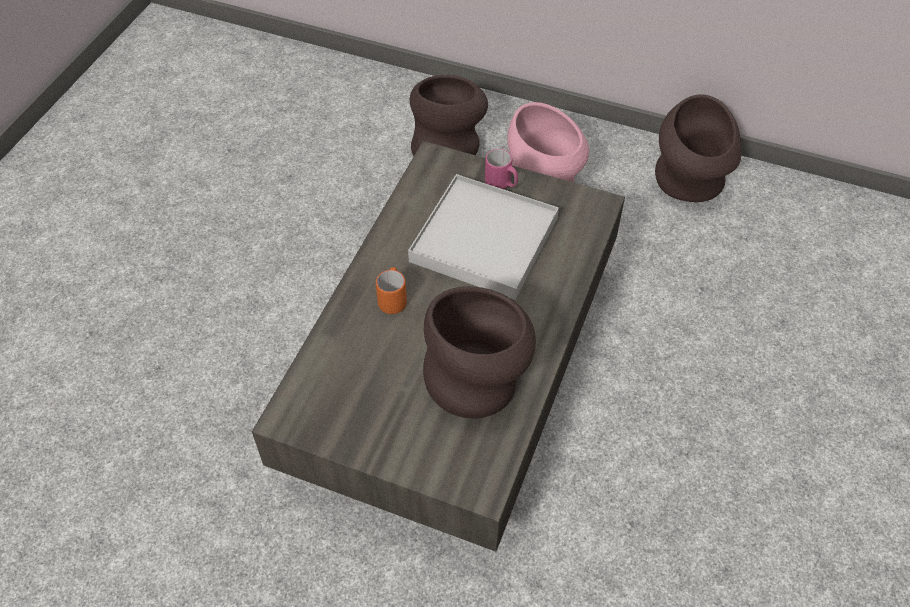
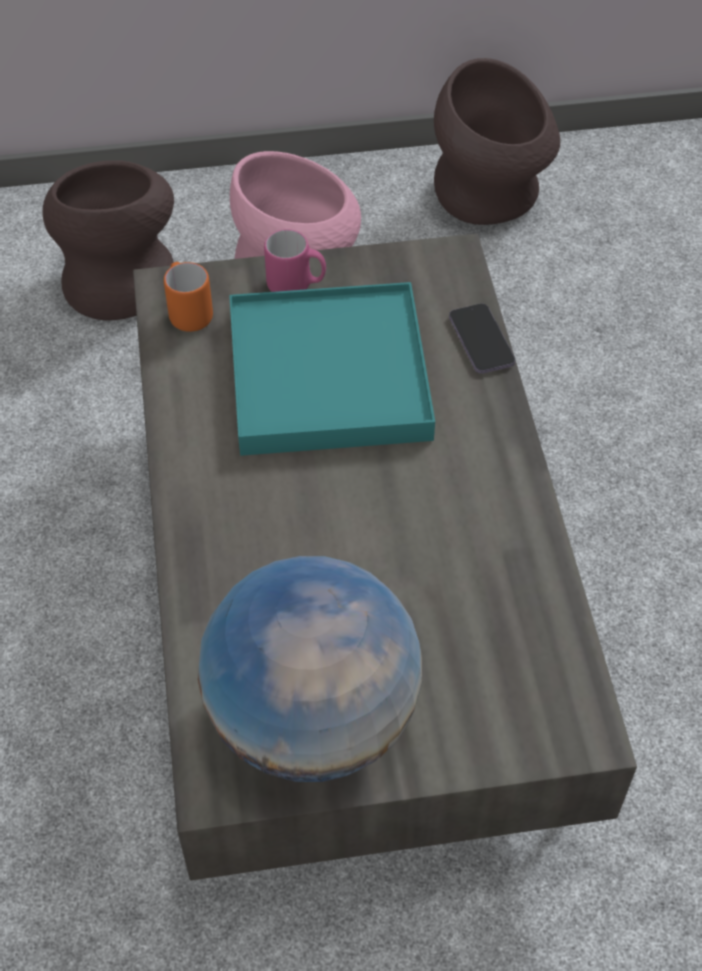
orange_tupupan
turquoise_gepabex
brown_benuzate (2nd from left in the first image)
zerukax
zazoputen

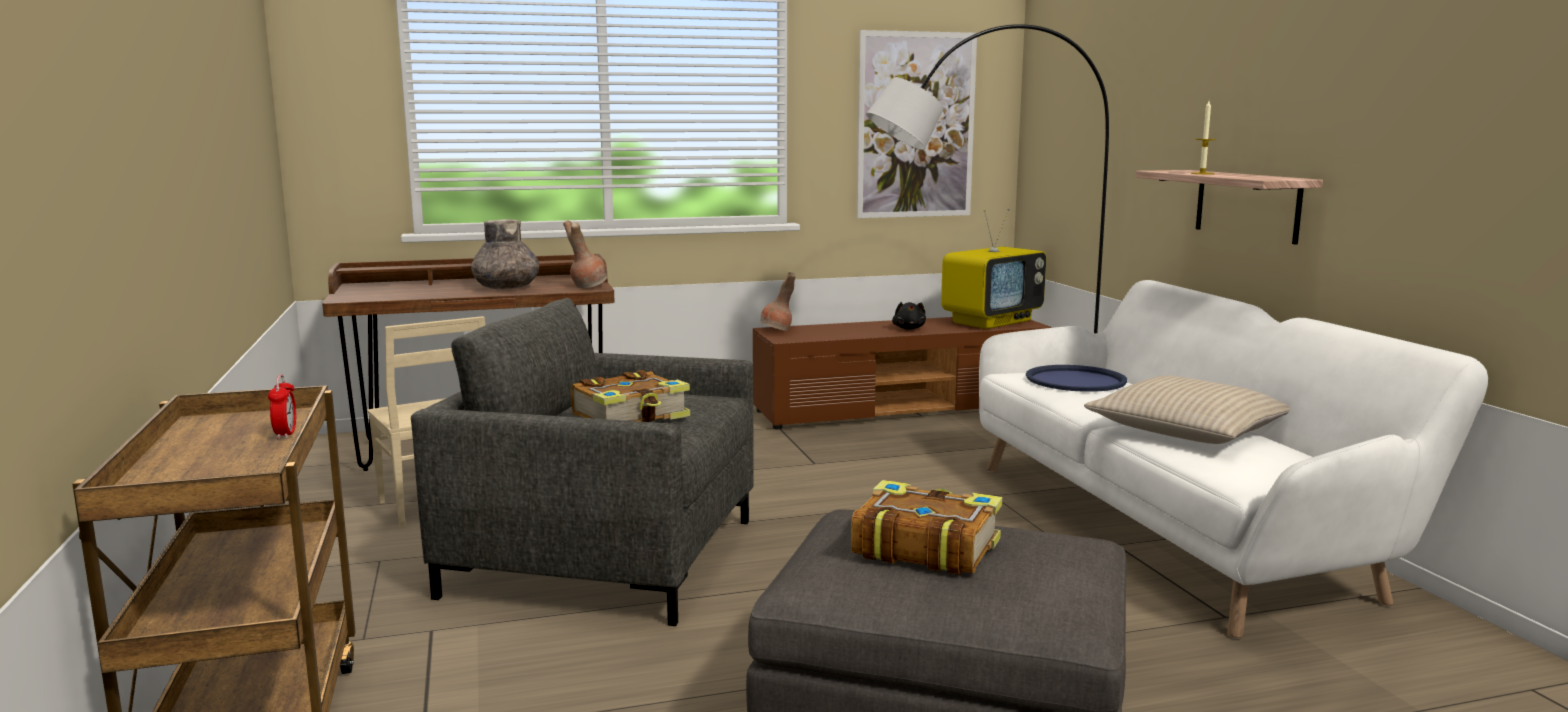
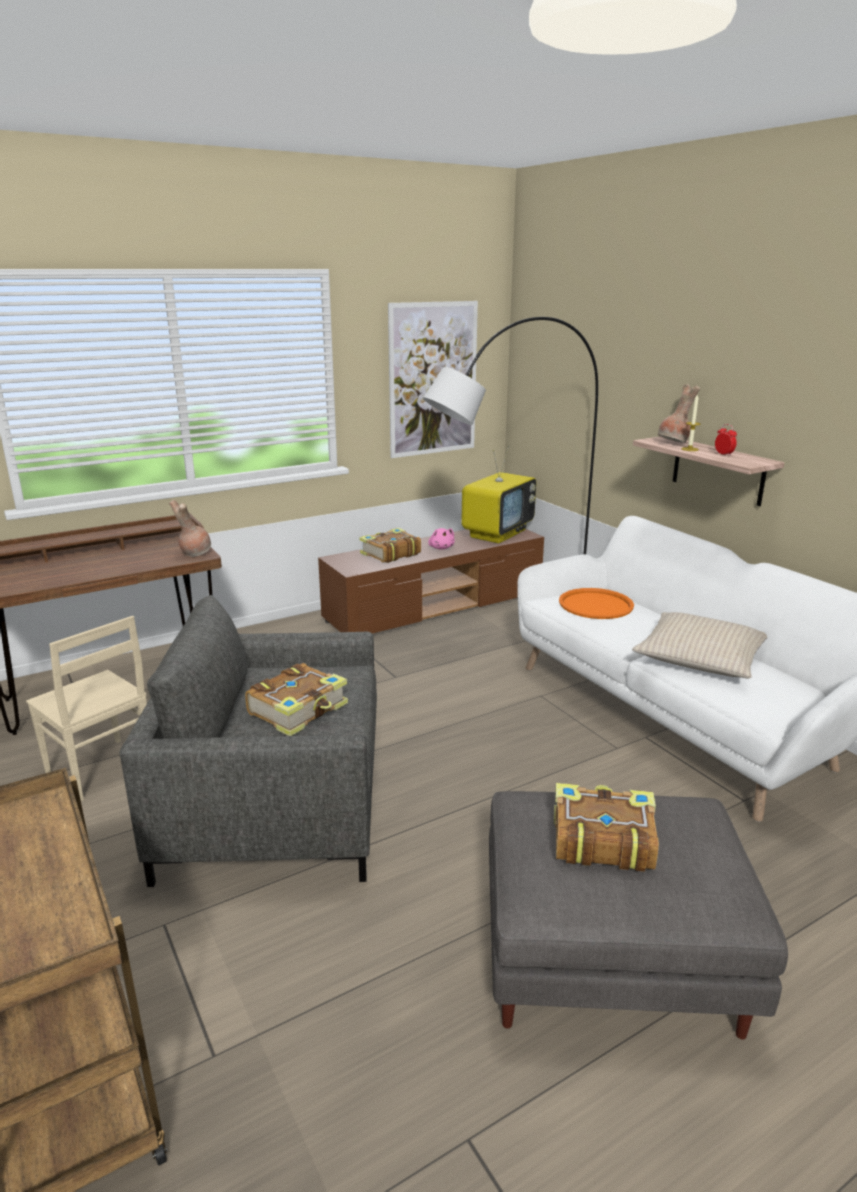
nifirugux
grey_benuzate
brown_benuzate (2nd from left)
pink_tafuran
orange_gepabex
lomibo (2nd from left)

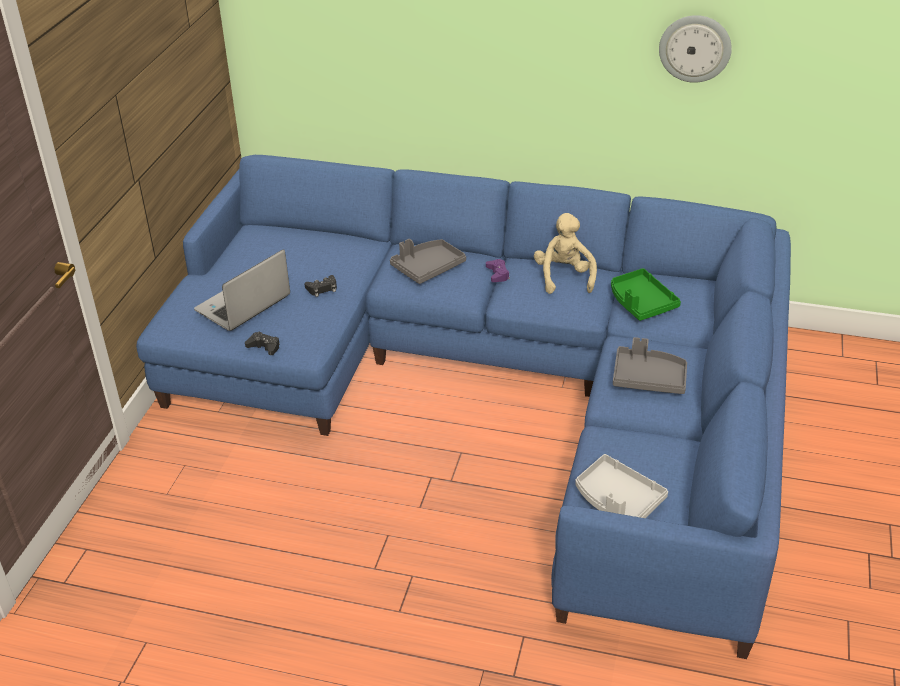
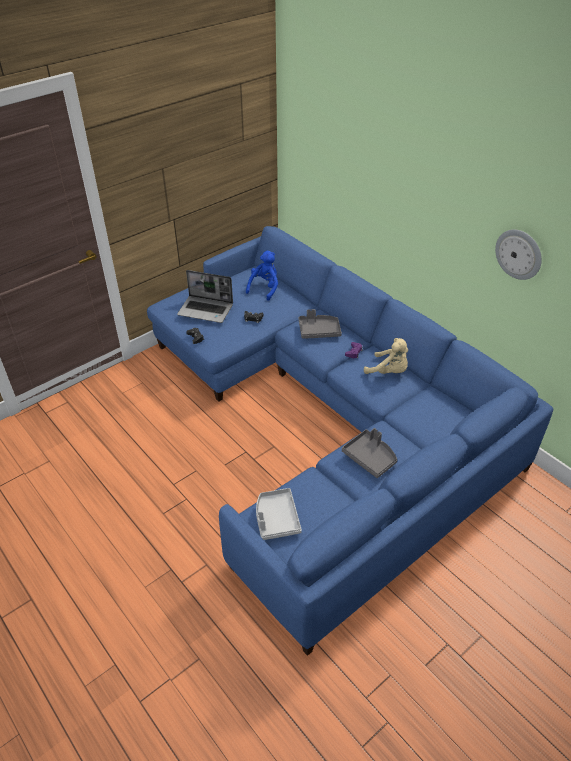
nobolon
beige_tafuran
green_gepabex
blue_tafuran

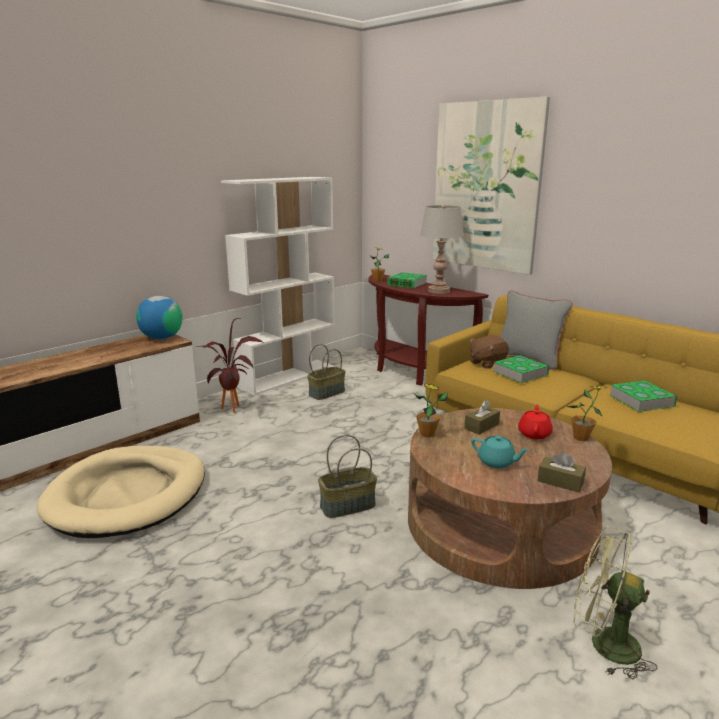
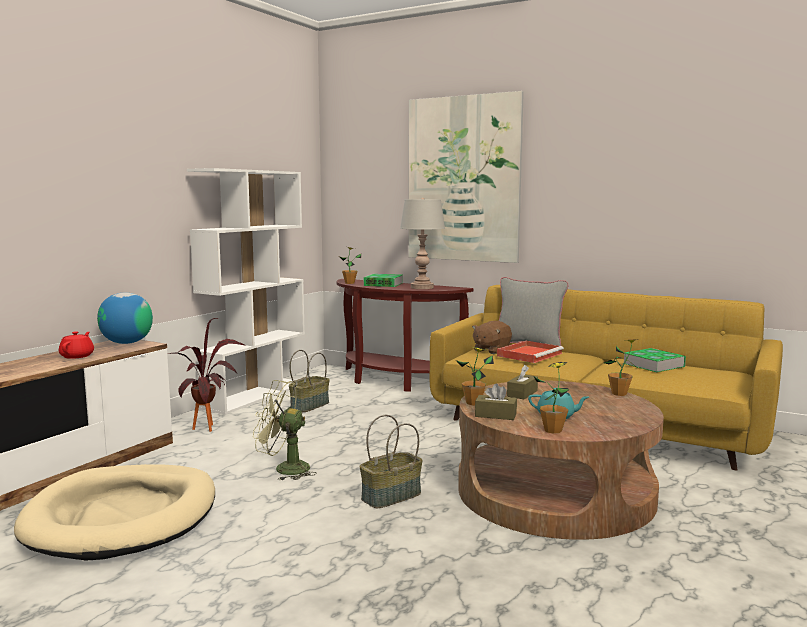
red_gepabex
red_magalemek
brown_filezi (1st from left)
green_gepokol
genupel (4th from left)

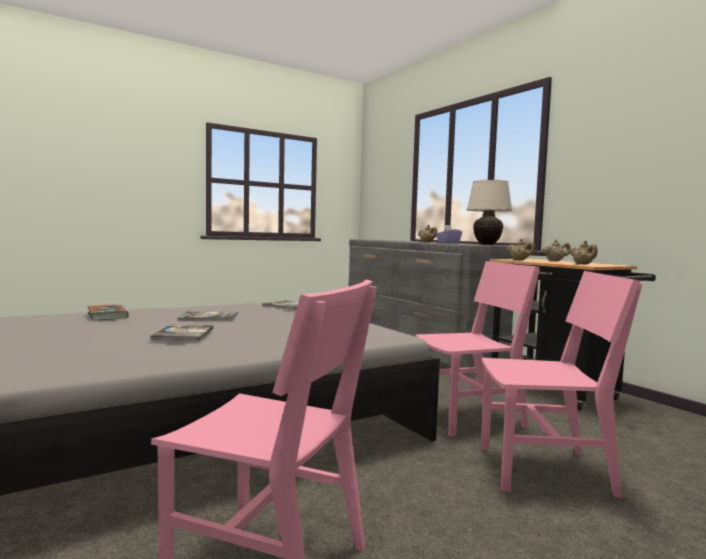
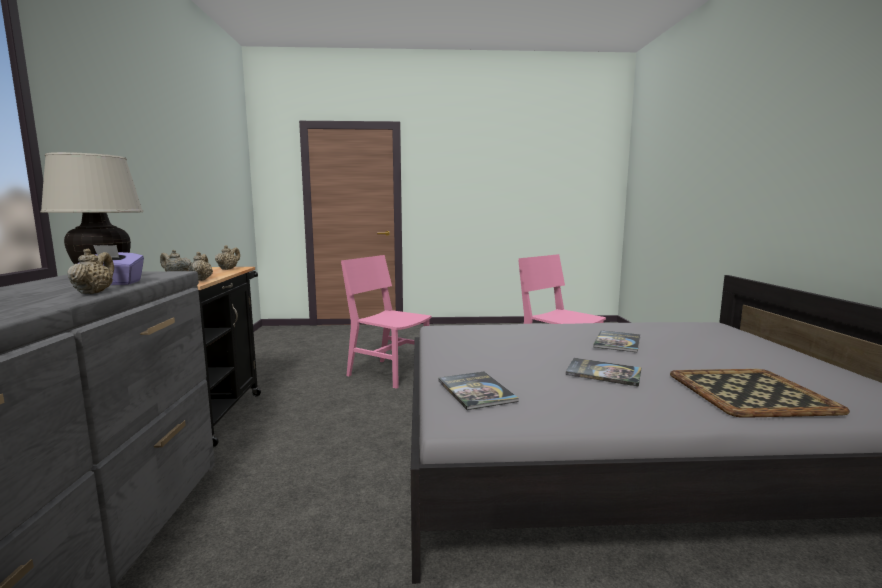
gepabex
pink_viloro (2nd from left in the first image)

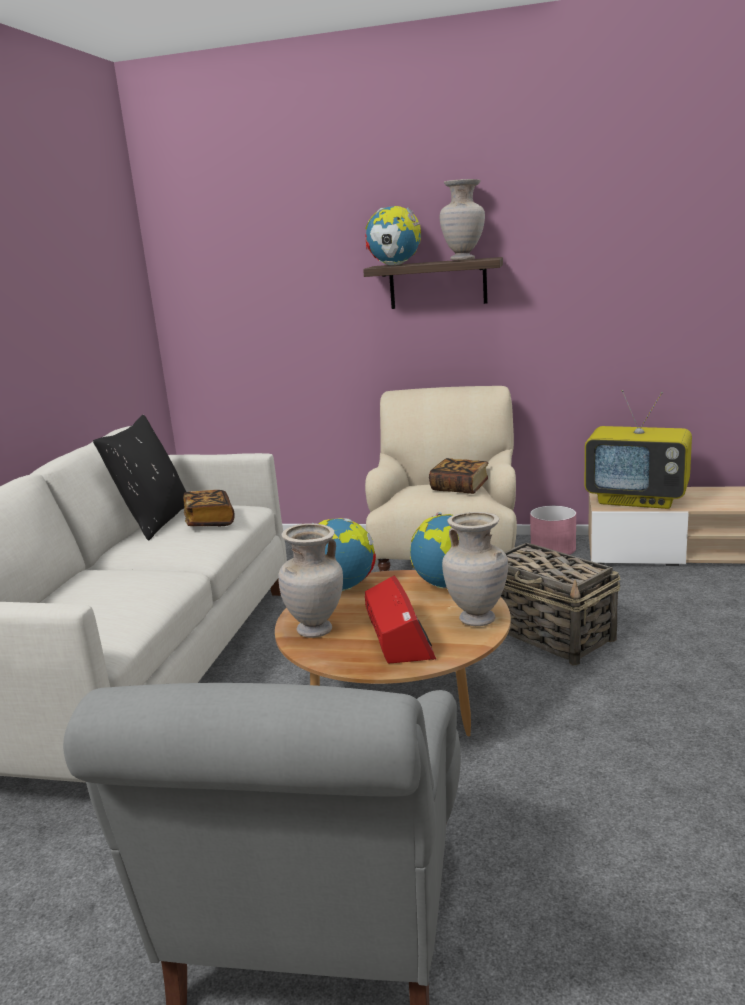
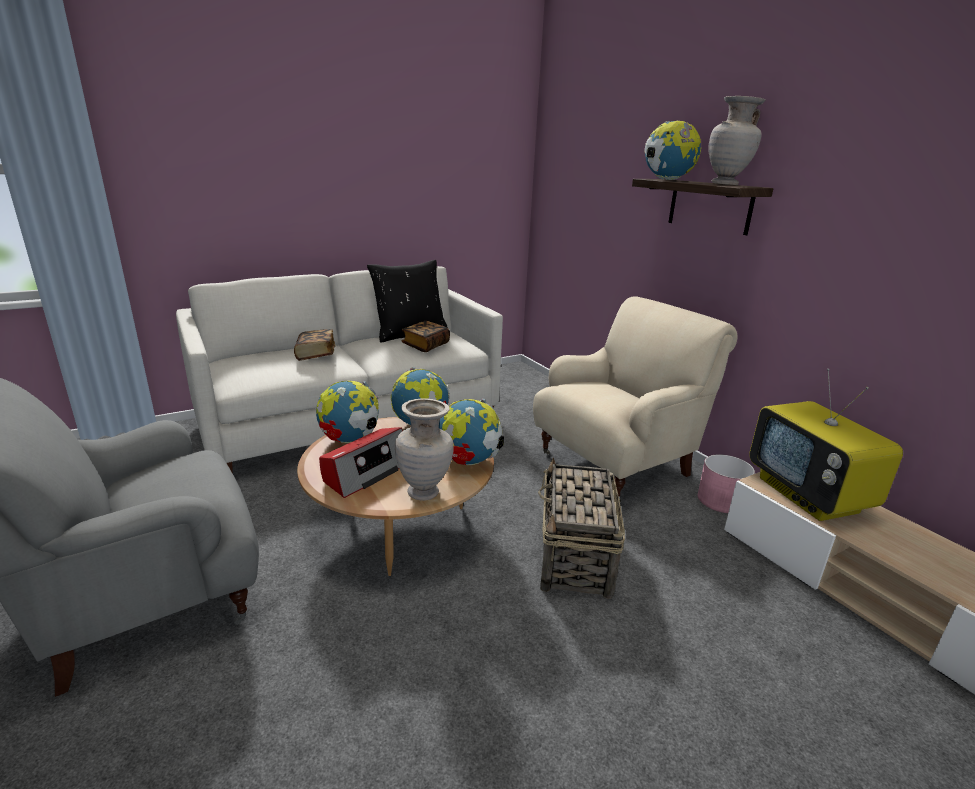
zerukax (1st from left)
lomibo (1st from left)

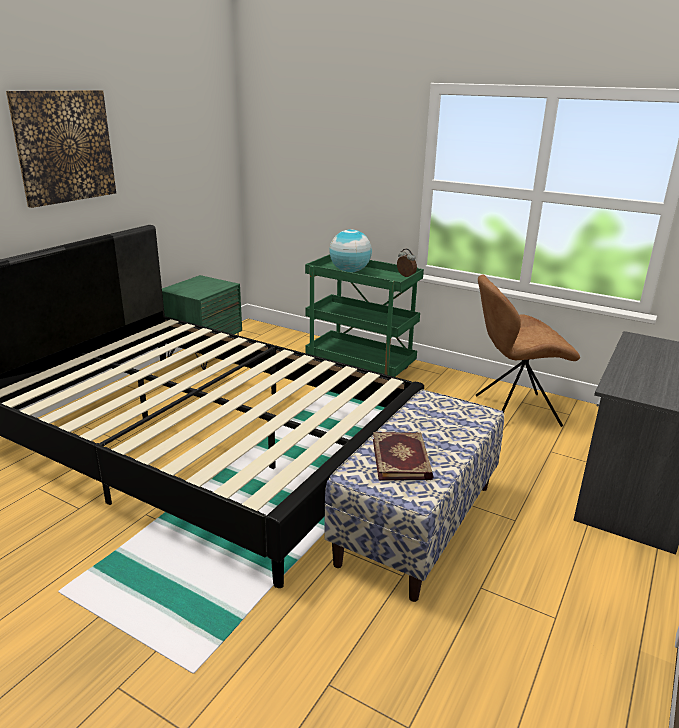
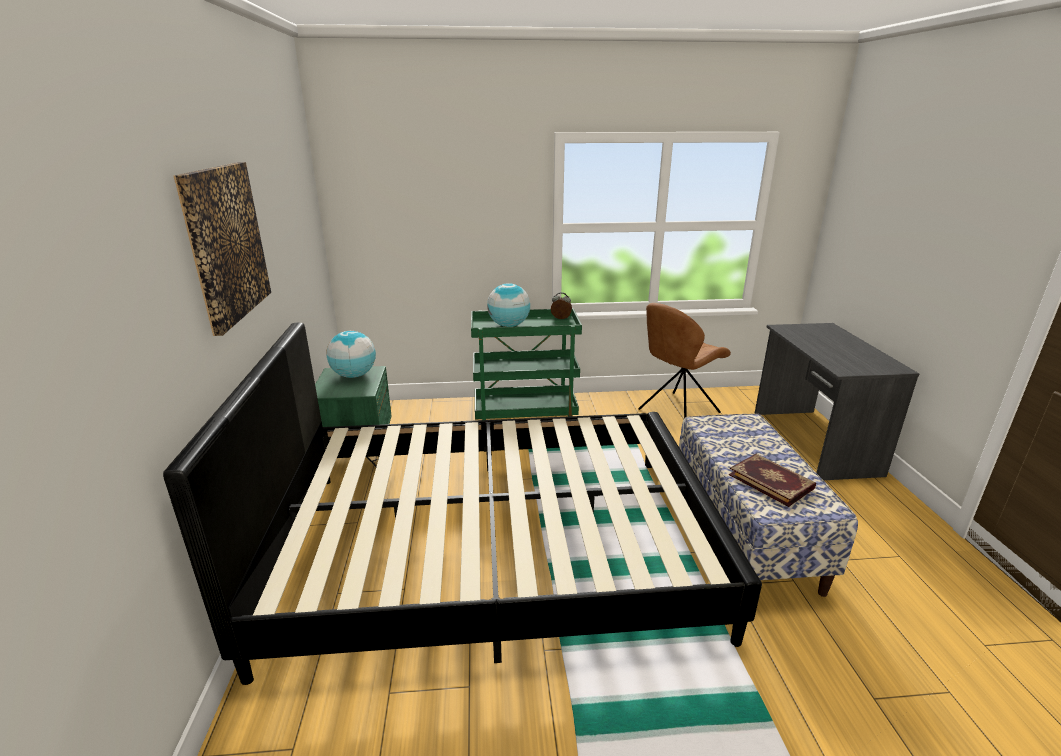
zerukax (1st from left)

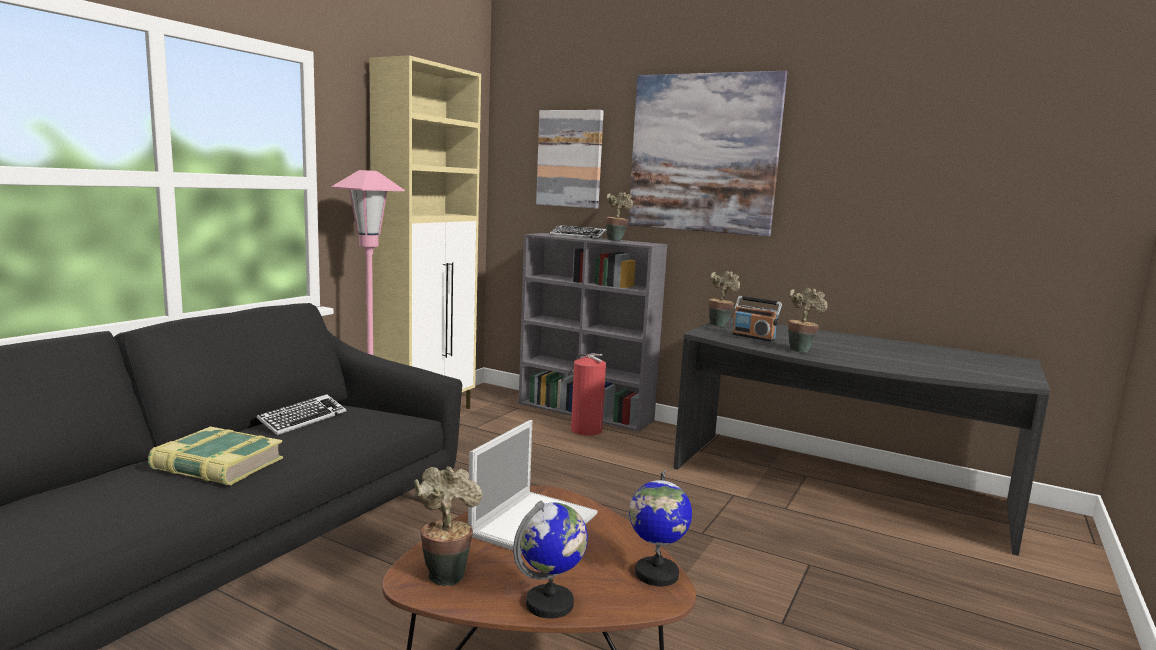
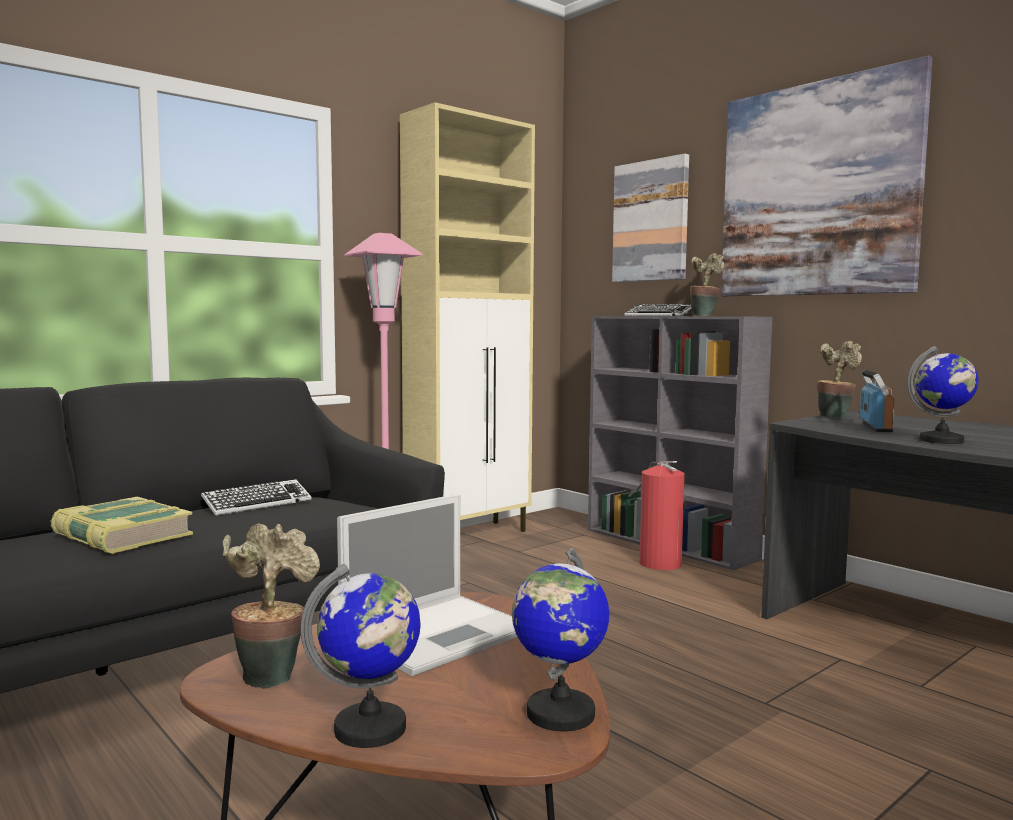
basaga
zerukax (3rd from left)

